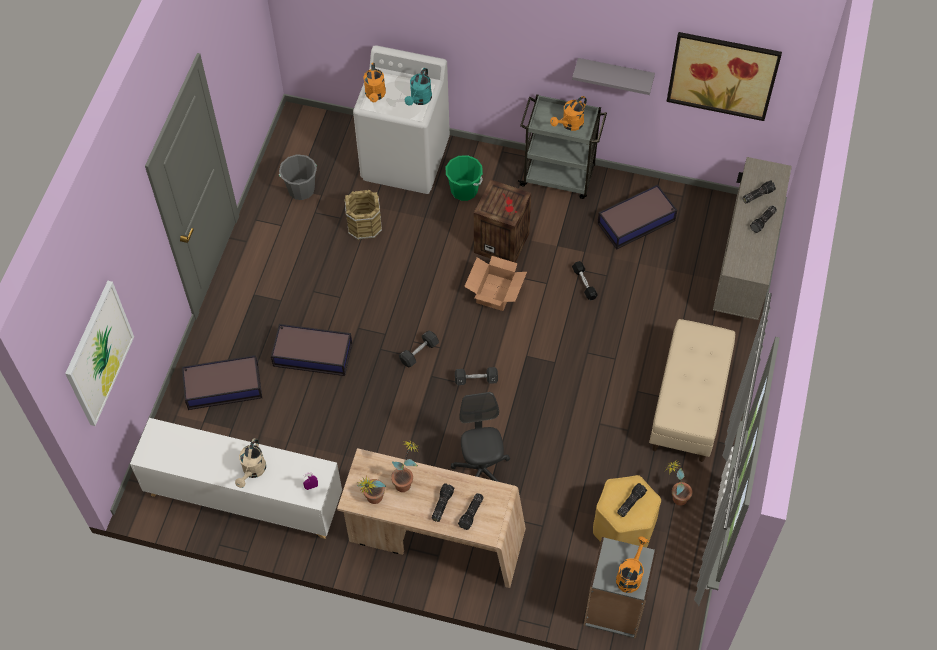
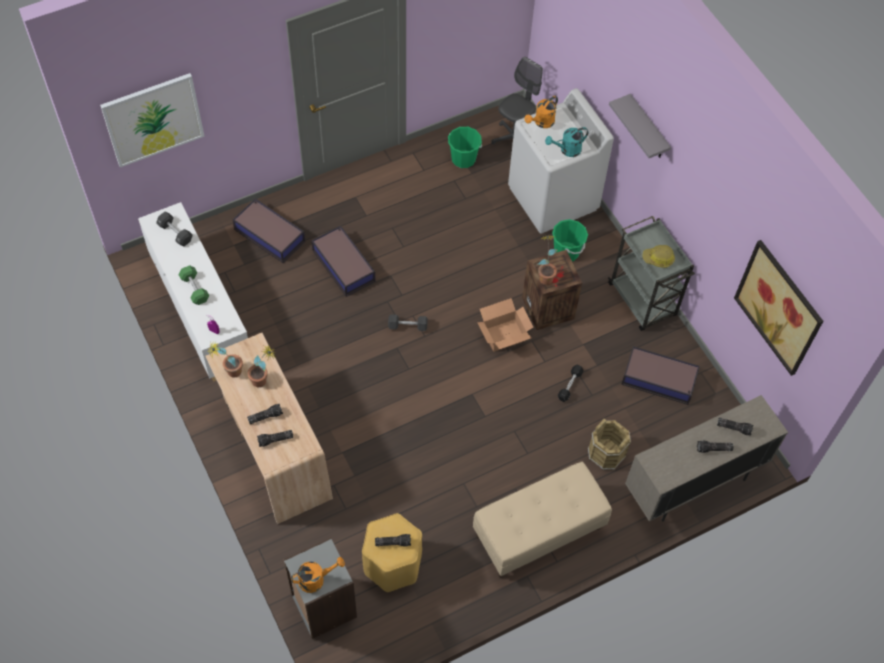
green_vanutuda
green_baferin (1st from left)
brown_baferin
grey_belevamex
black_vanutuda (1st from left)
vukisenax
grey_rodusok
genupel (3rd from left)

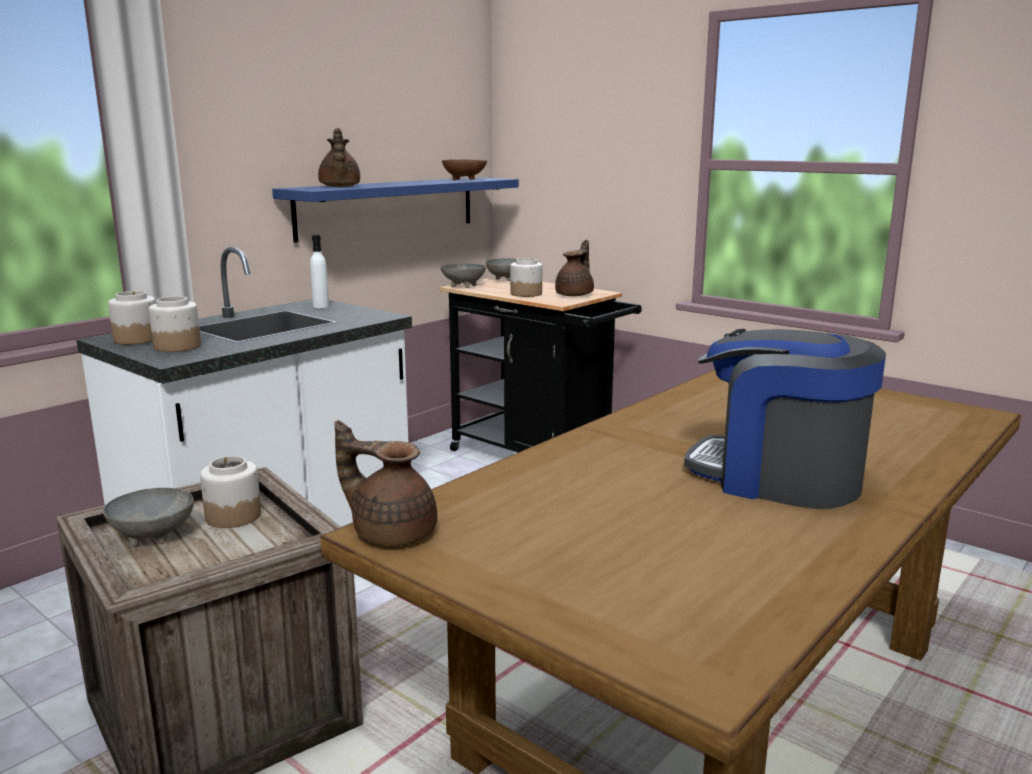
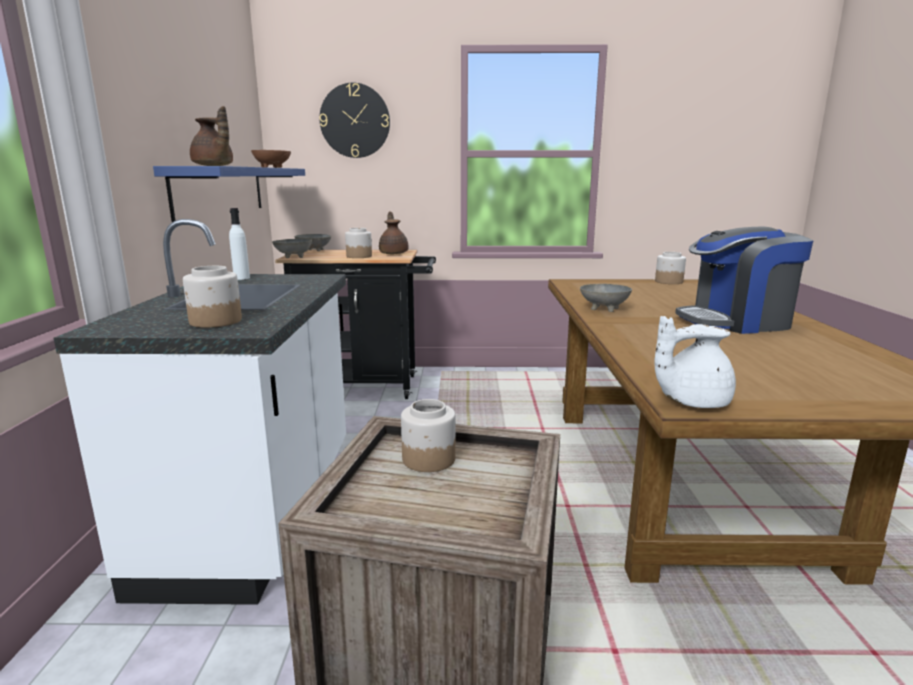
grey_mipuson (3rd from left)
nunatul (4th from left)
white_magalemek
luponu

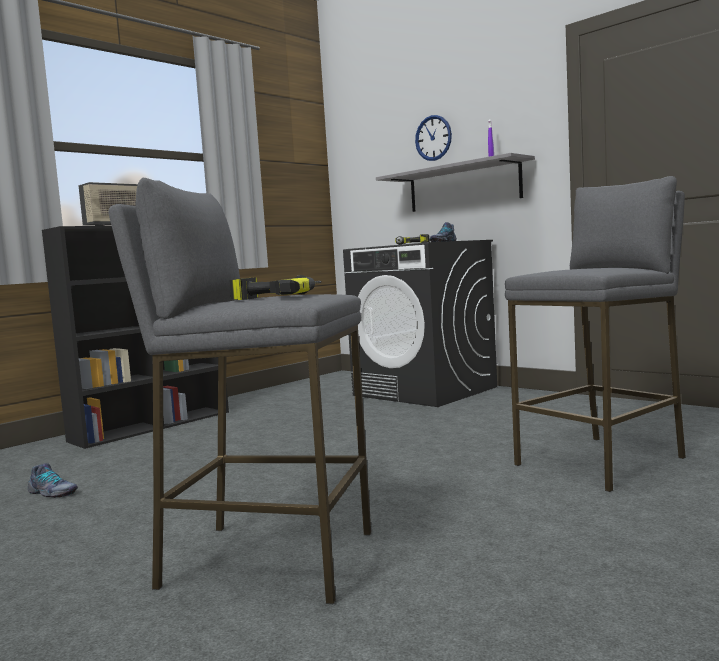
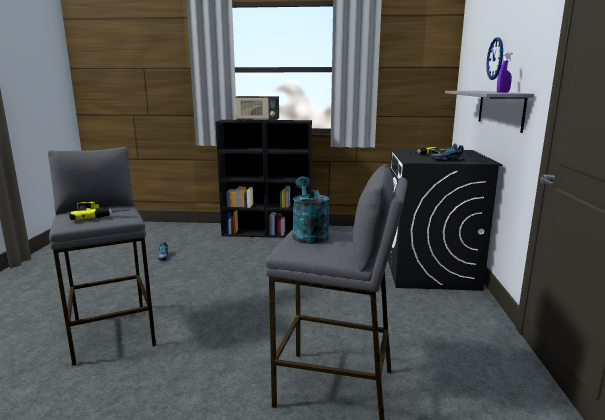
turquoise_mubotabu

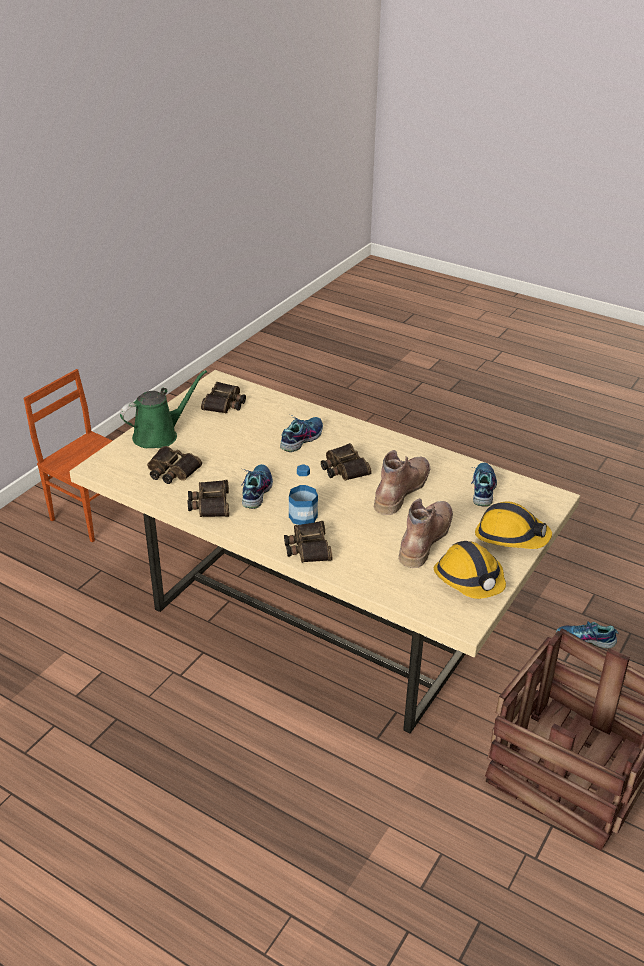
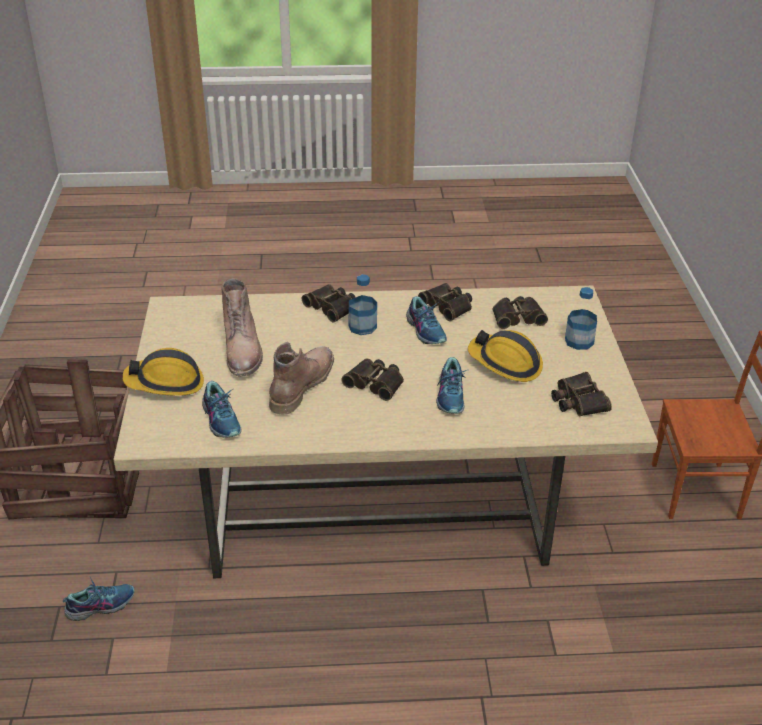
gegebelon (2nd from left)
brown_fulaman (2nd from left)
vukisenax (2nd from left)

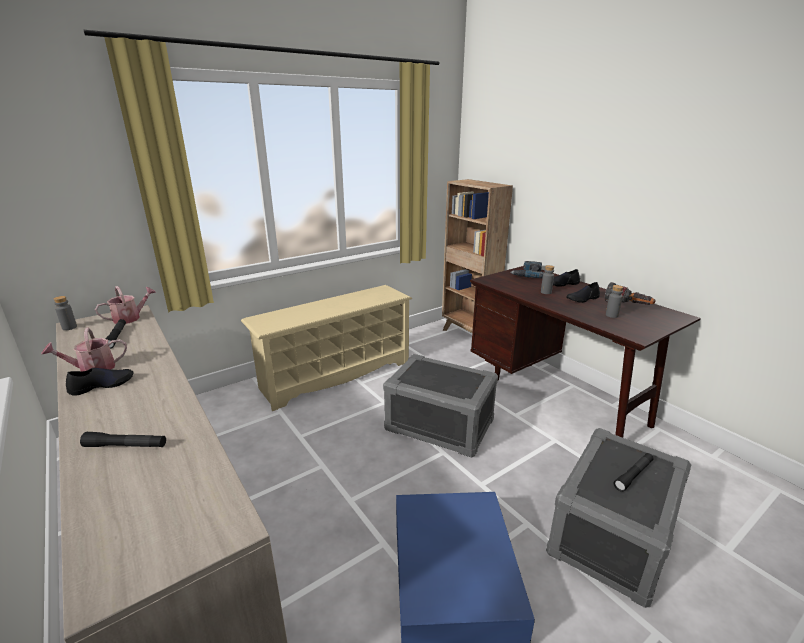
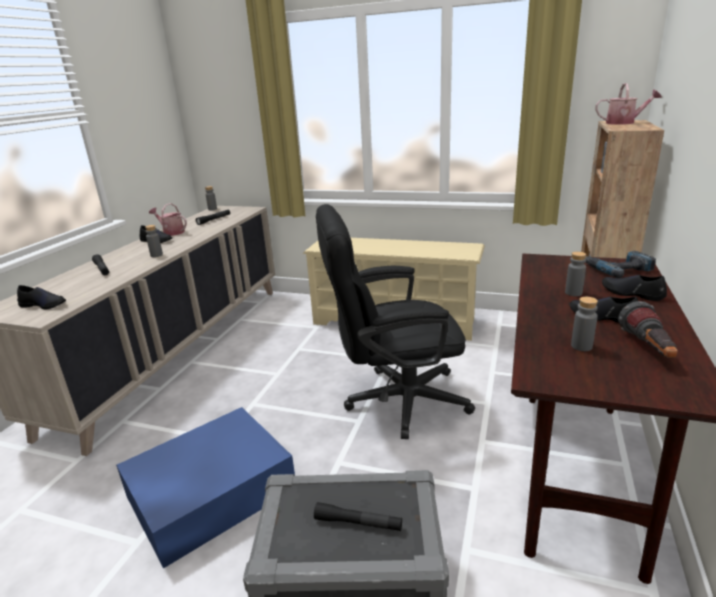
mubotabu (2nd from left)
black_belevamex
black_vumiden (1st from left)
grey_gegebelon (1st from left)

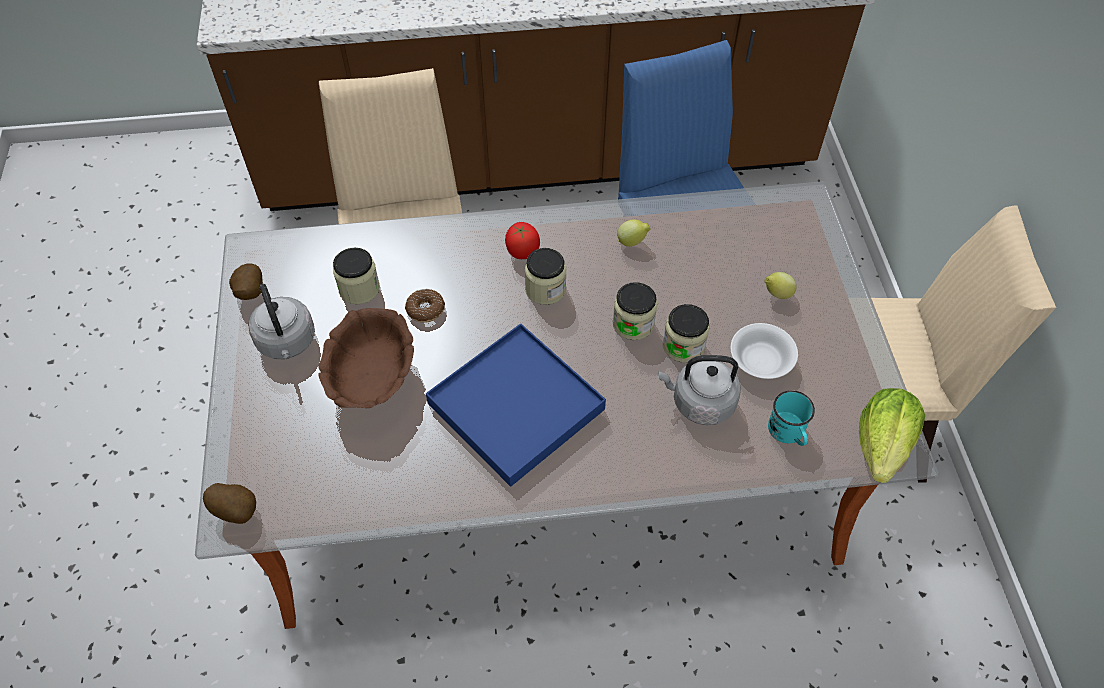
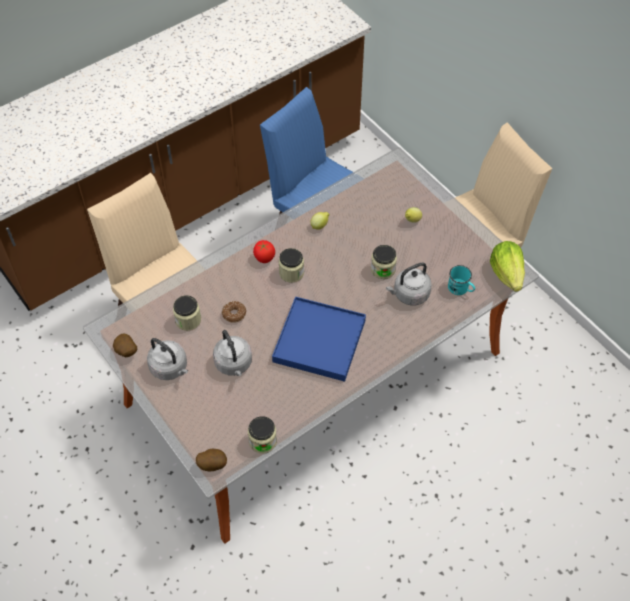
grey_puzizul (2nd from left)
nunatul (2nd from left)
white_mipuson

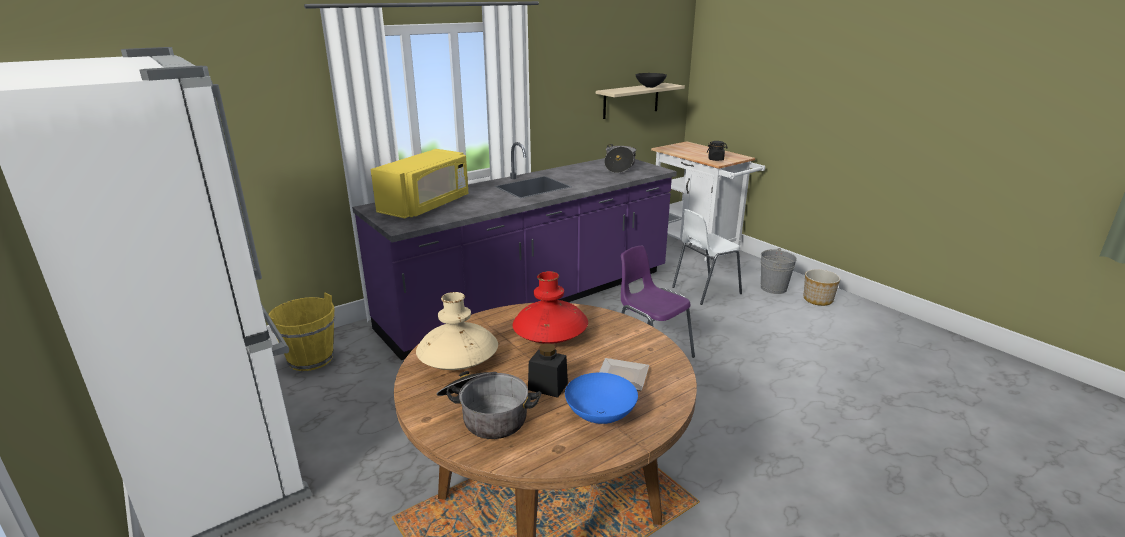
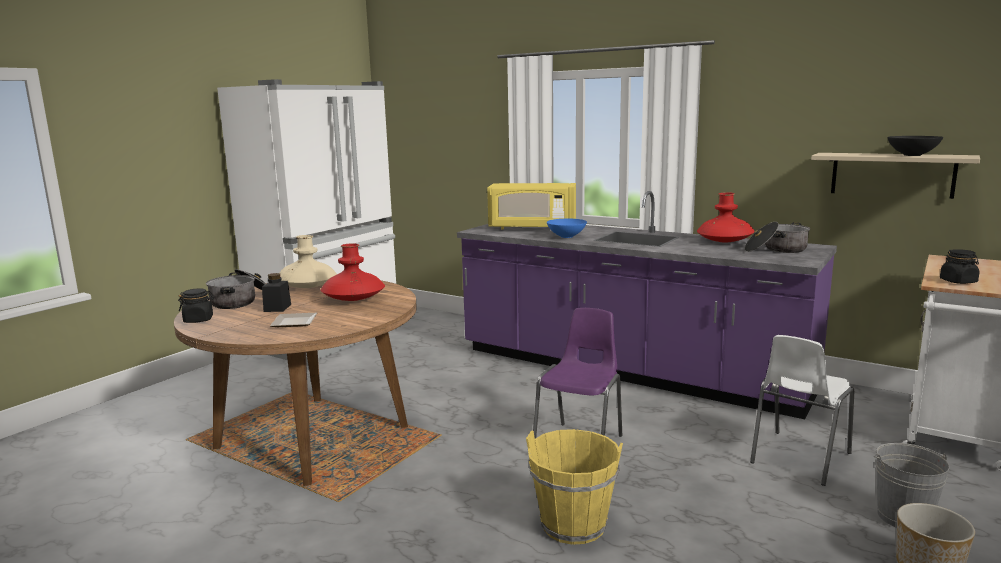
yellow_baferin
blue_mipuson
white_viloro
black_nunatul (1st from left)
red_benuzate (2nd from left)

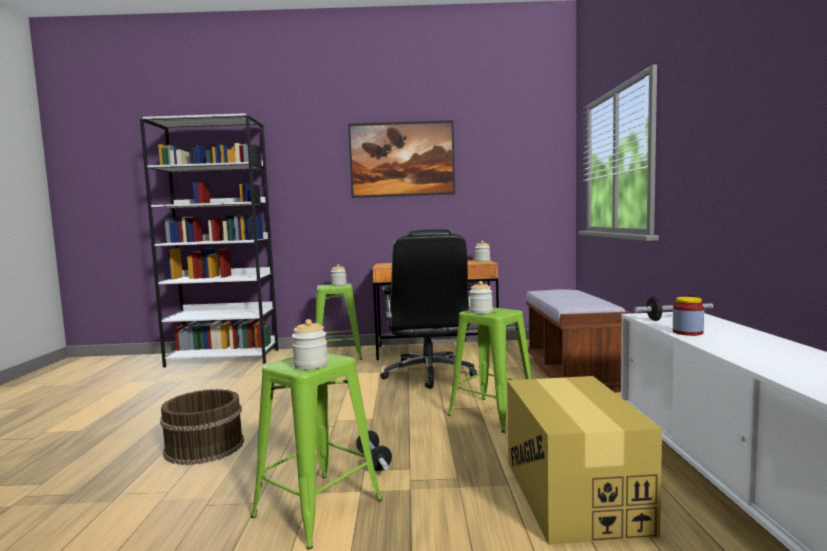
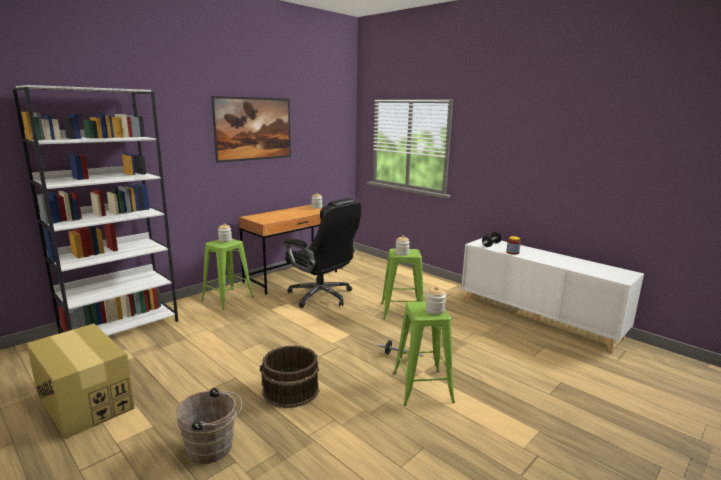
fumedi
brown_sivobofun
brown_baferin (1st from left)

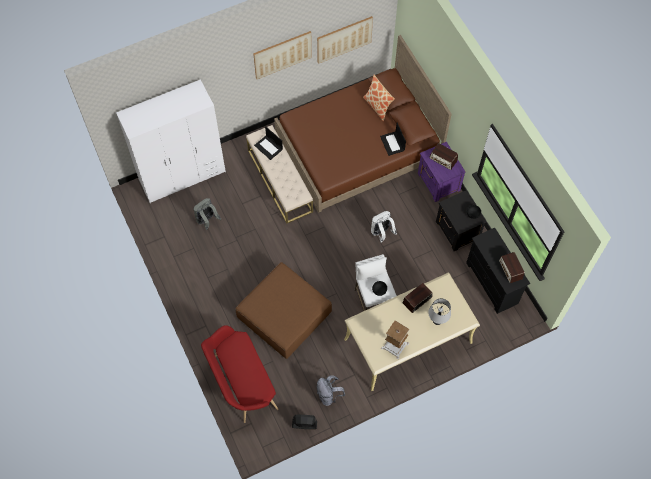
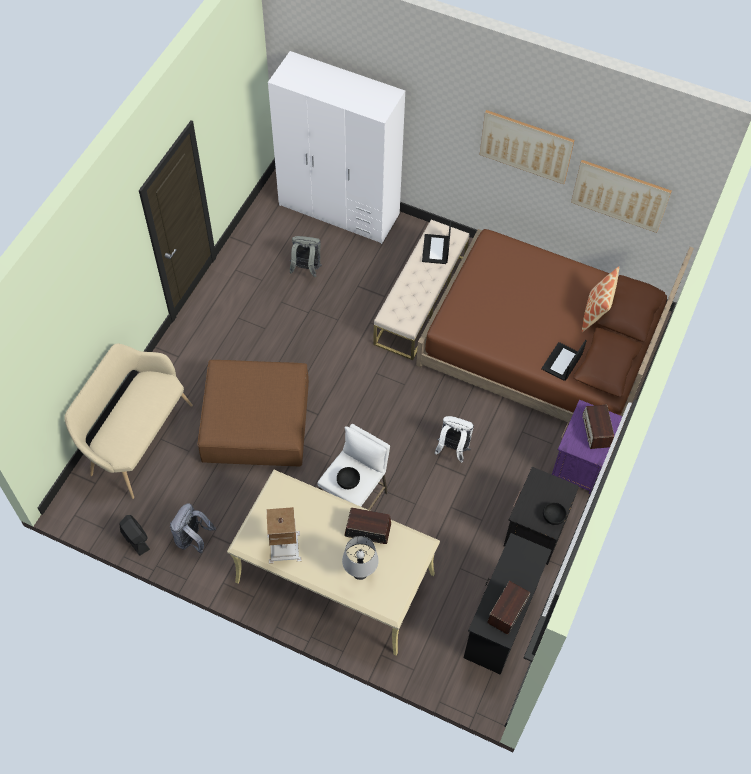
beige_sivobofun (1st from left)

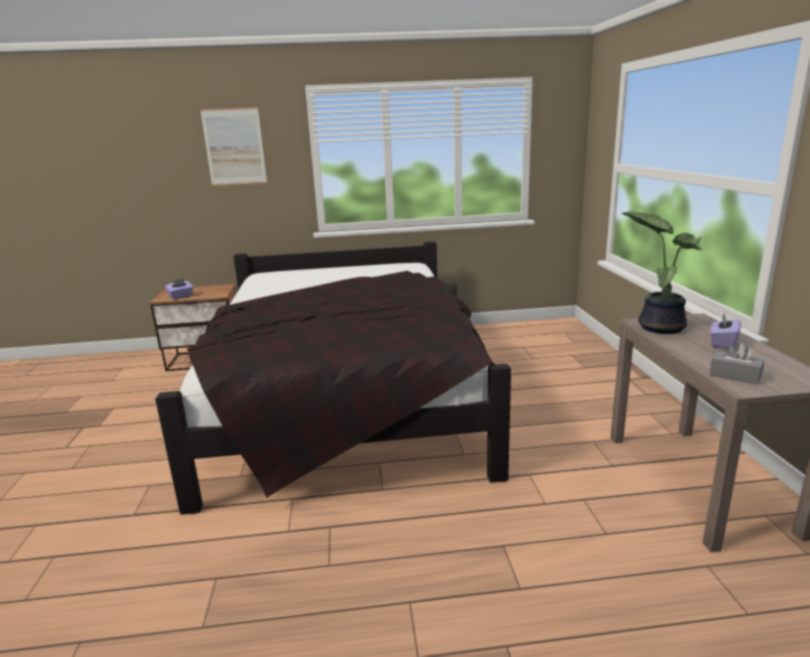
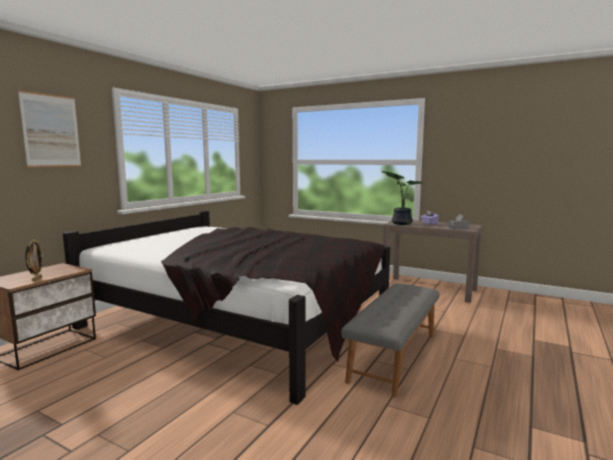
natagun
grey_sivobofun

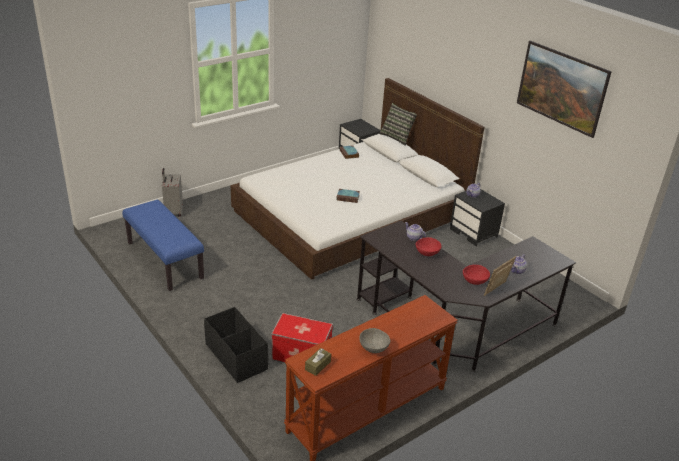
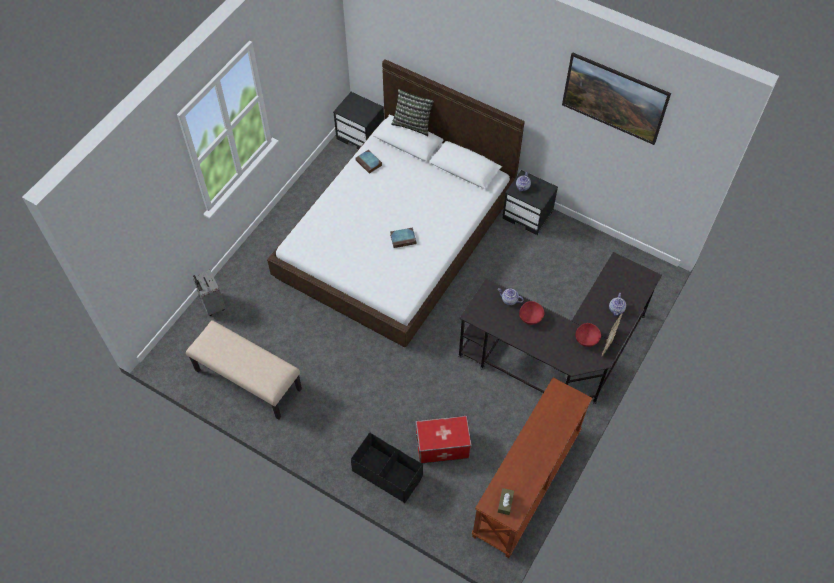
beige_sivobofun
grey_mipuson

